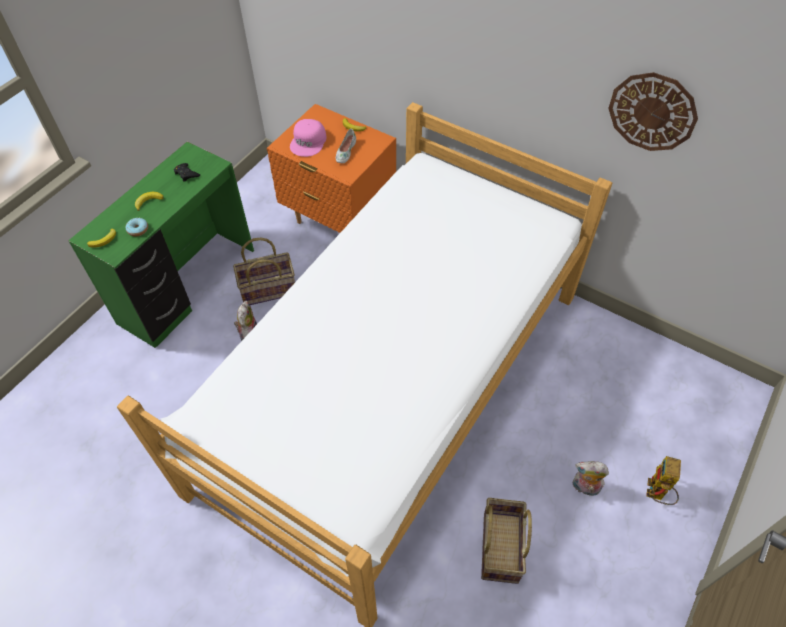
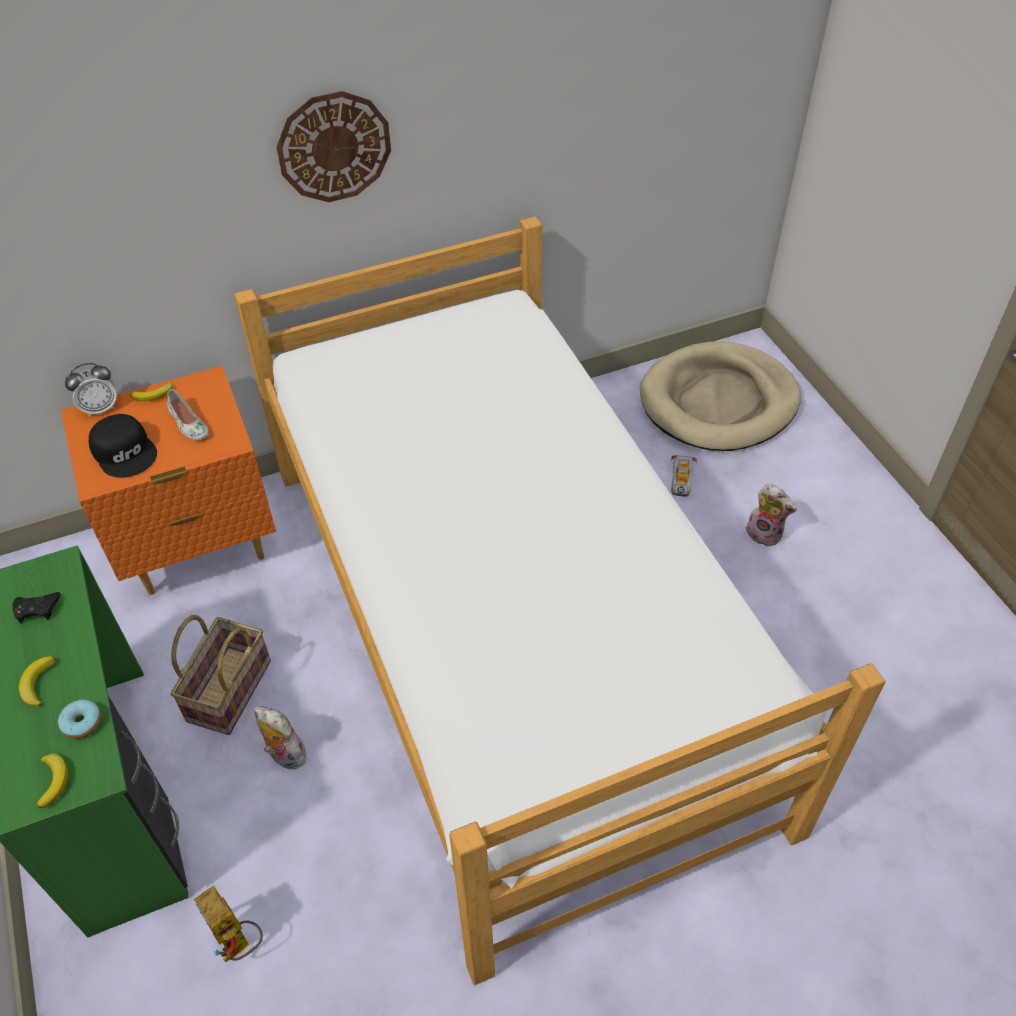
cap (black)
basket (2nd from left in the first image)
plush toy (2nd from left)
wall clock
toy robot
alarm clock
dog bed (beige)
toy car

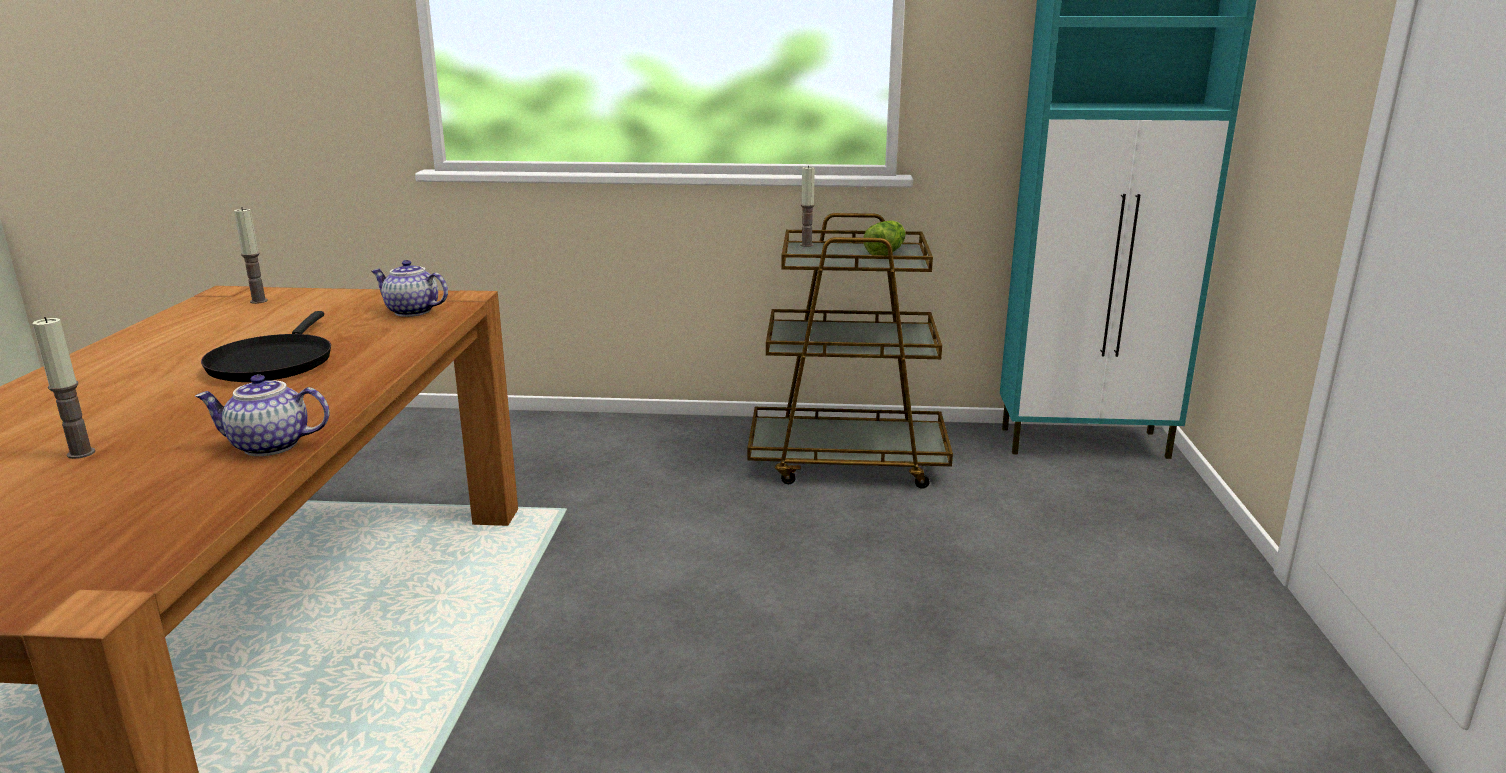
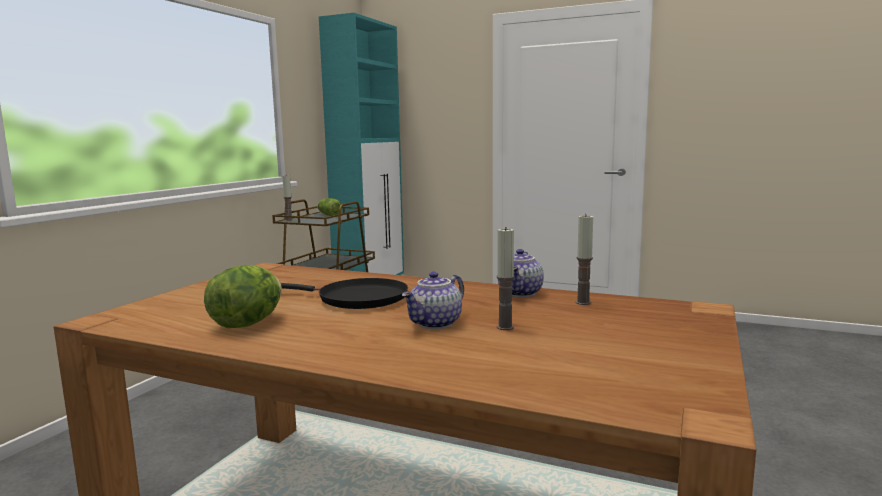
candle (3rd from left)
teapot (1st from left)
lettuce (1st from left)

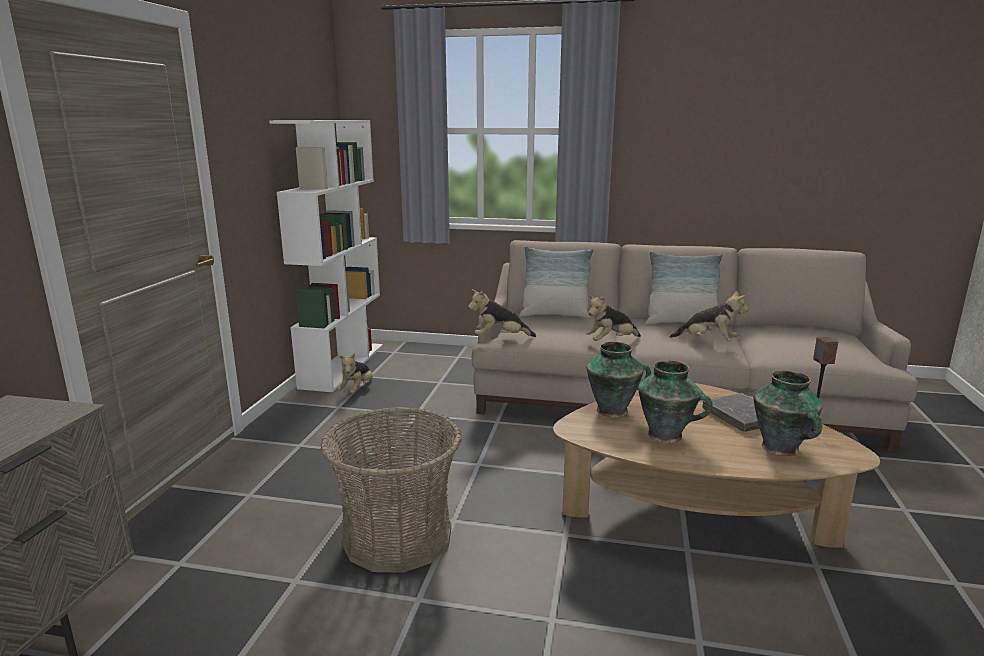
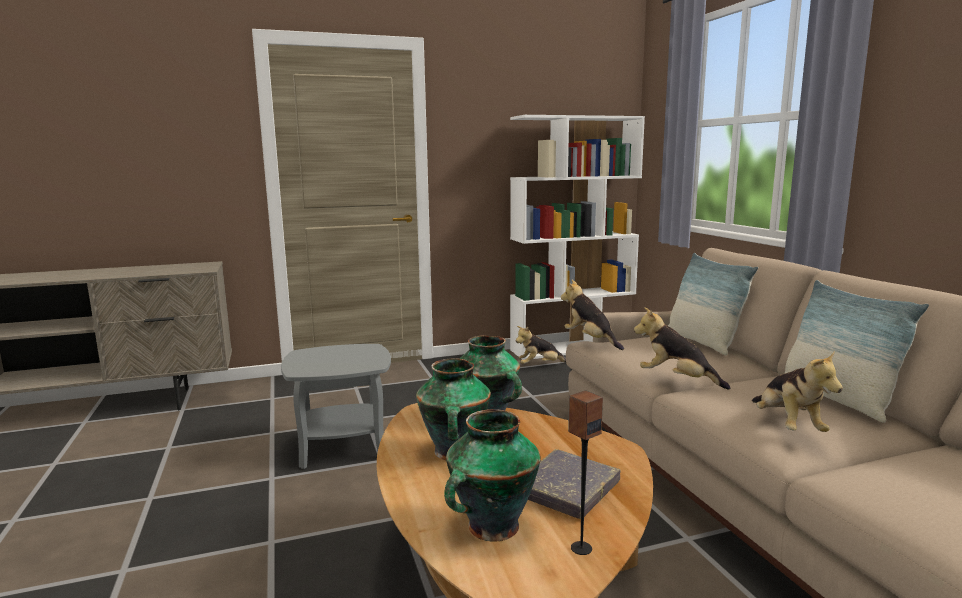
side table (grey)

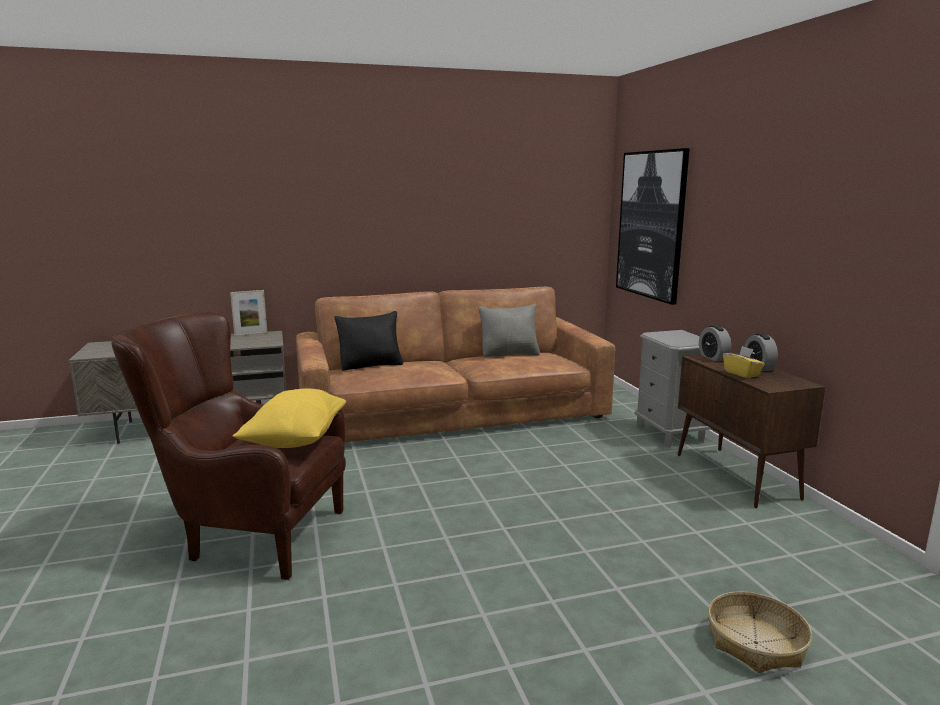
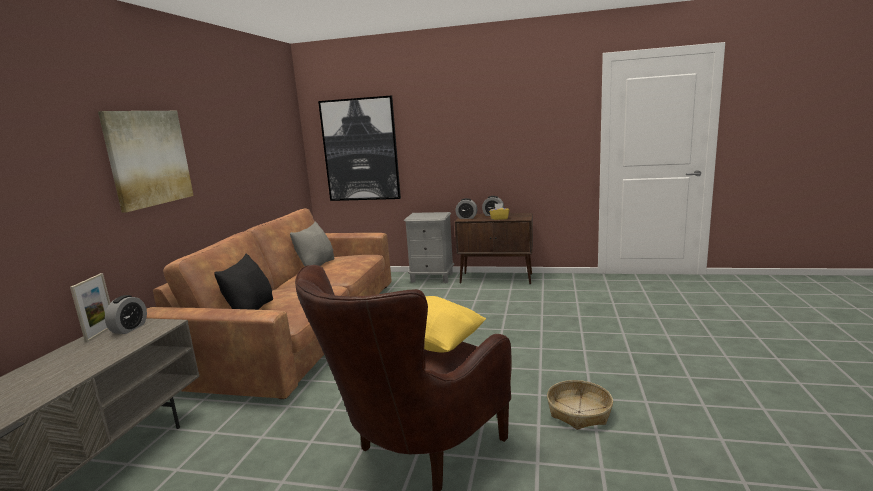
basket
picture (1st from left)
alarm clock (1st from left)

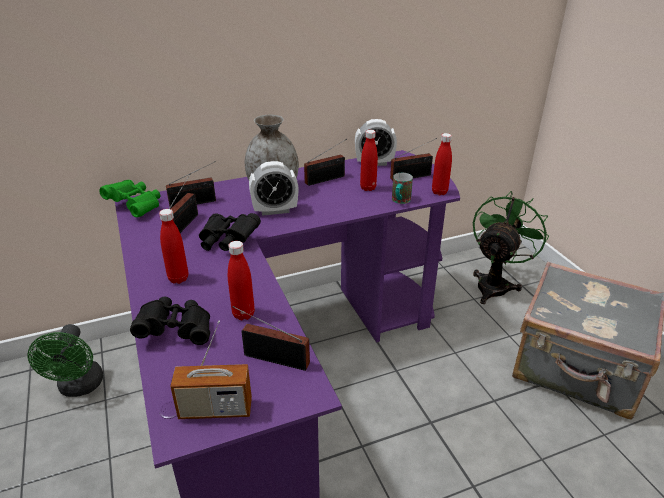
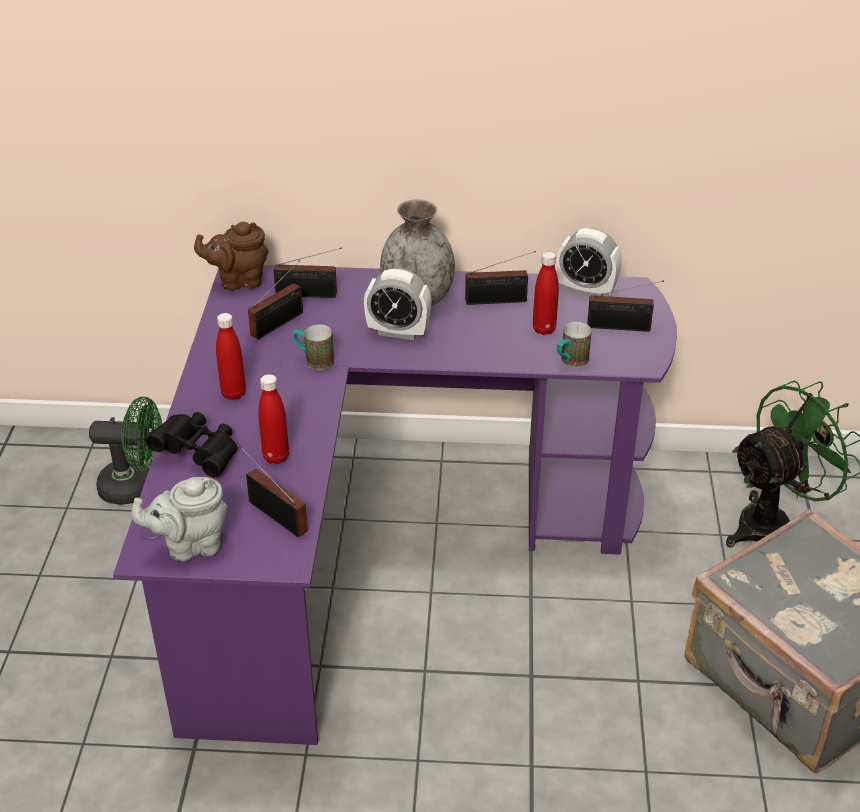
fan (green) (1st from left)
teapot (brown)
teapot (grey)
mug (1st from left)
bottle (red) (4th from left in the first image)

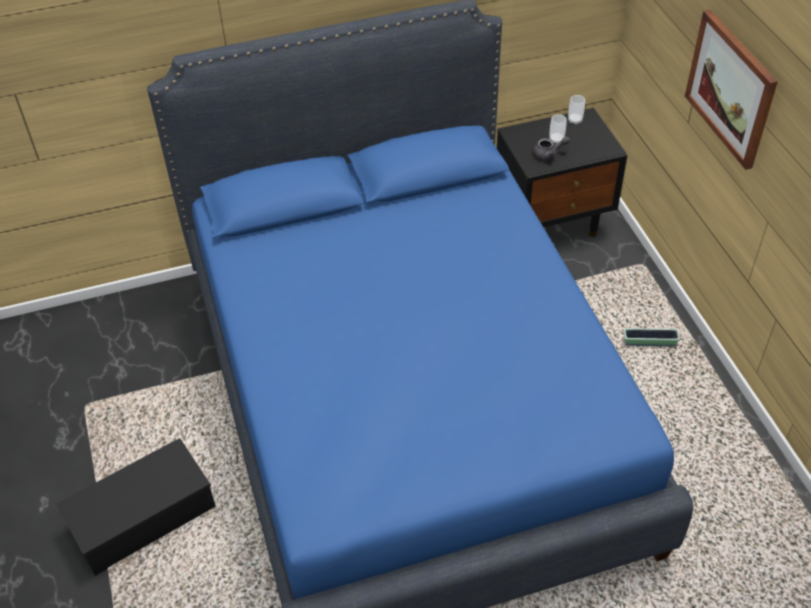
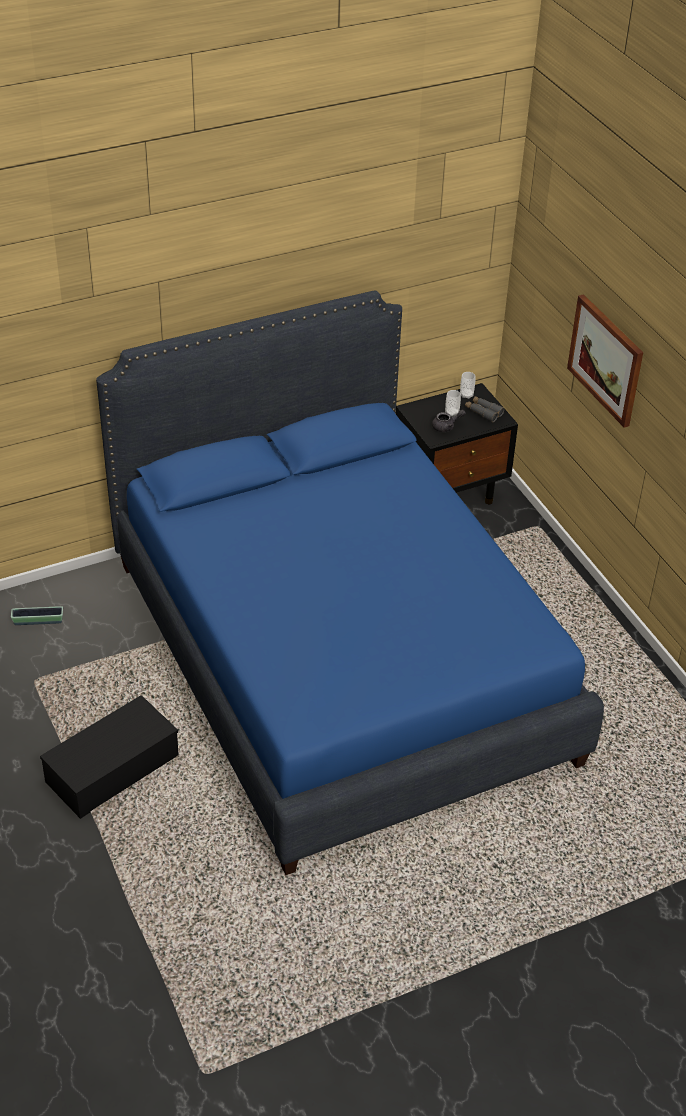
planter
binoculars (grey)

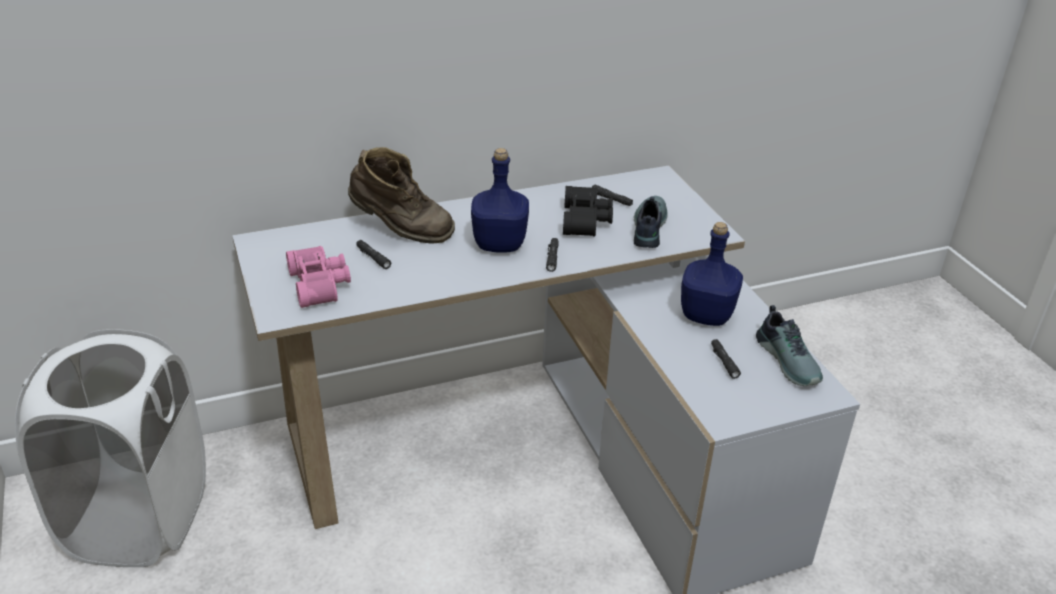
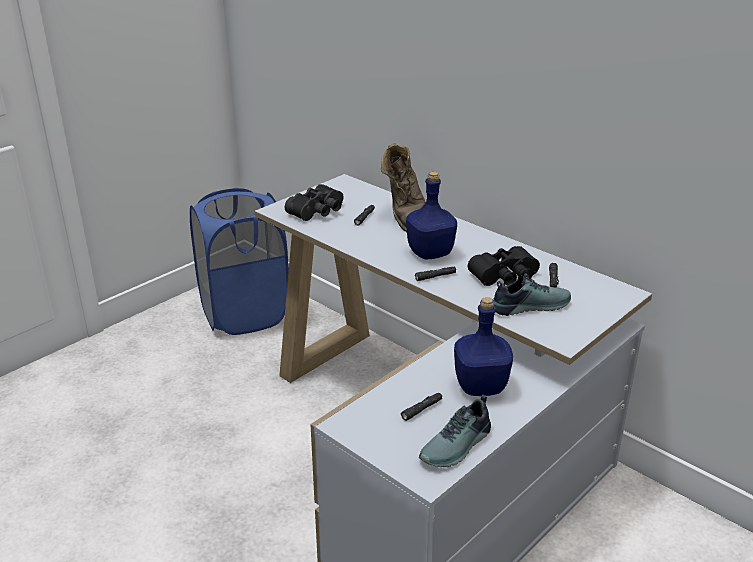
laundry basket (blue)
binoculars (black) (1st from left)

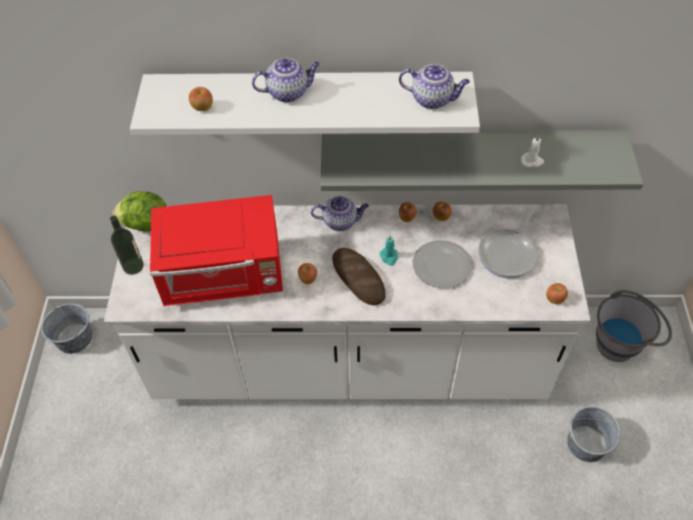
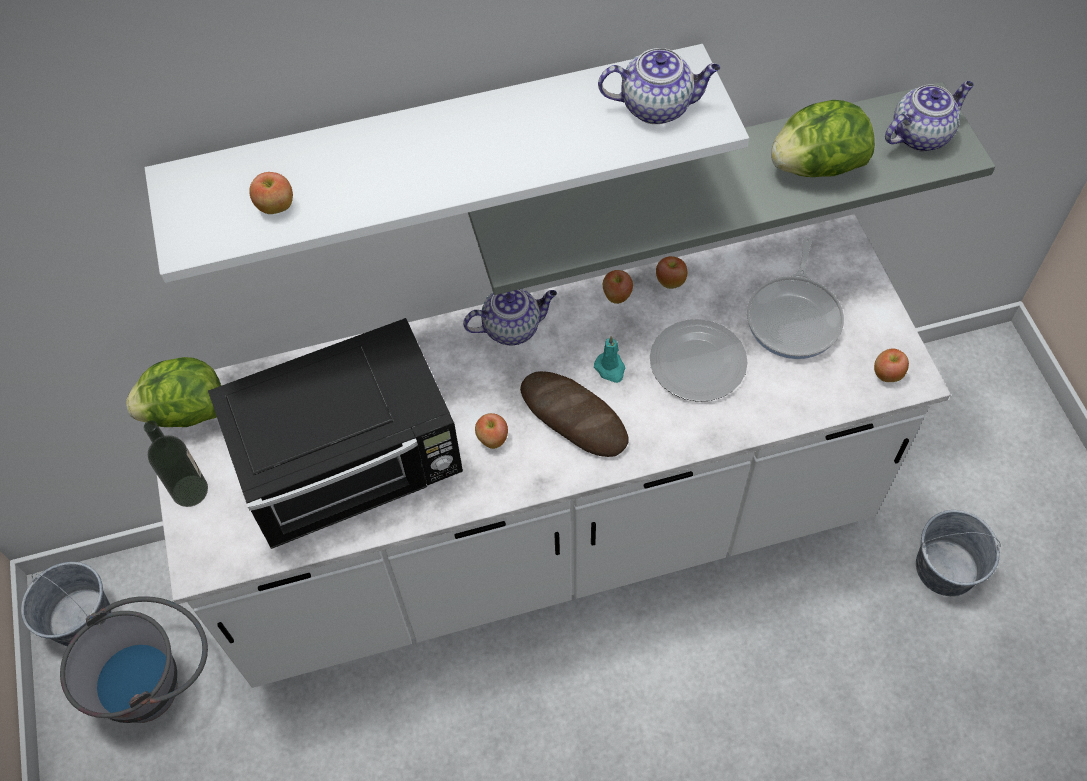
microwave (black)
teapot (3rd from left)
lettuce (2nd from left)
bucket (grey) (2nd from left)

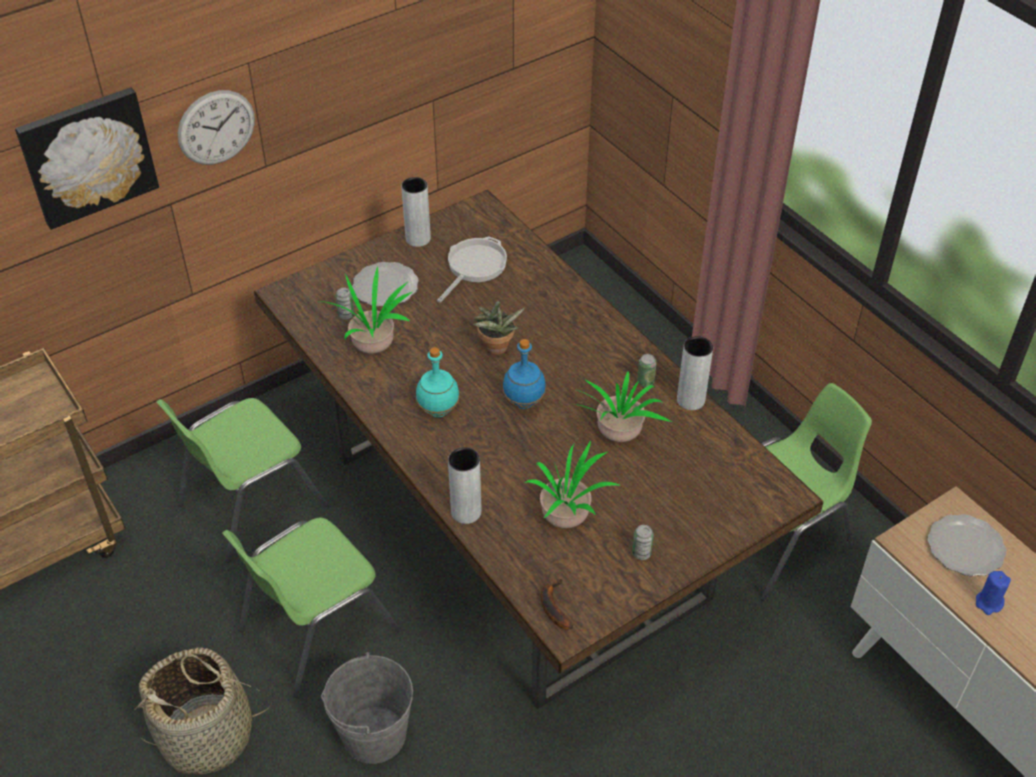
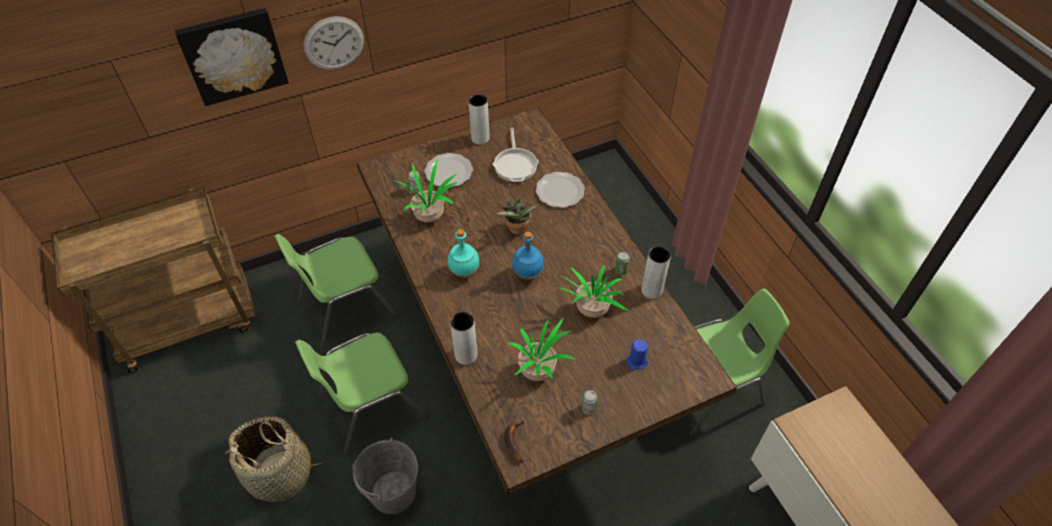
frying pan
plate (2nd from left)
candle (blue)

